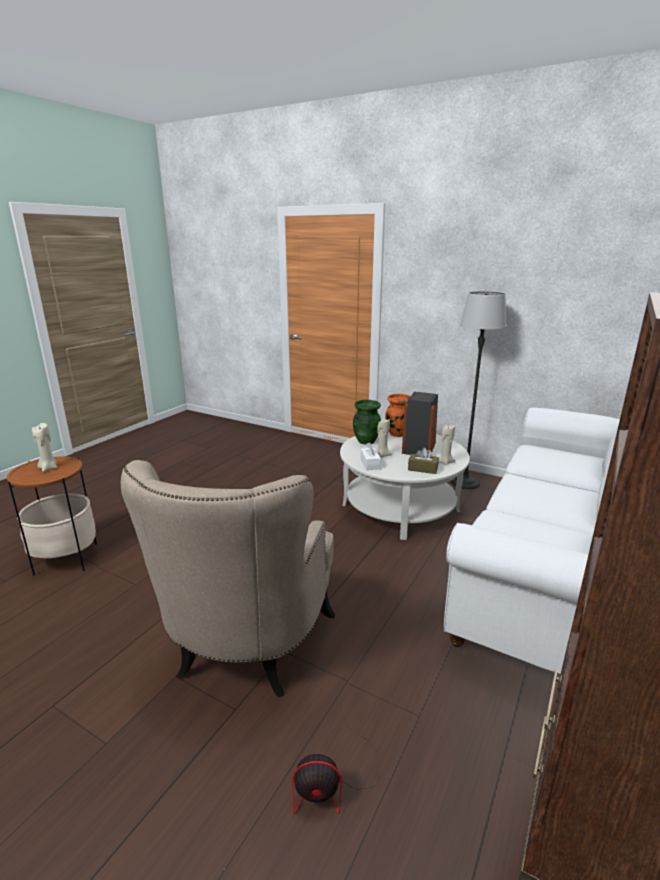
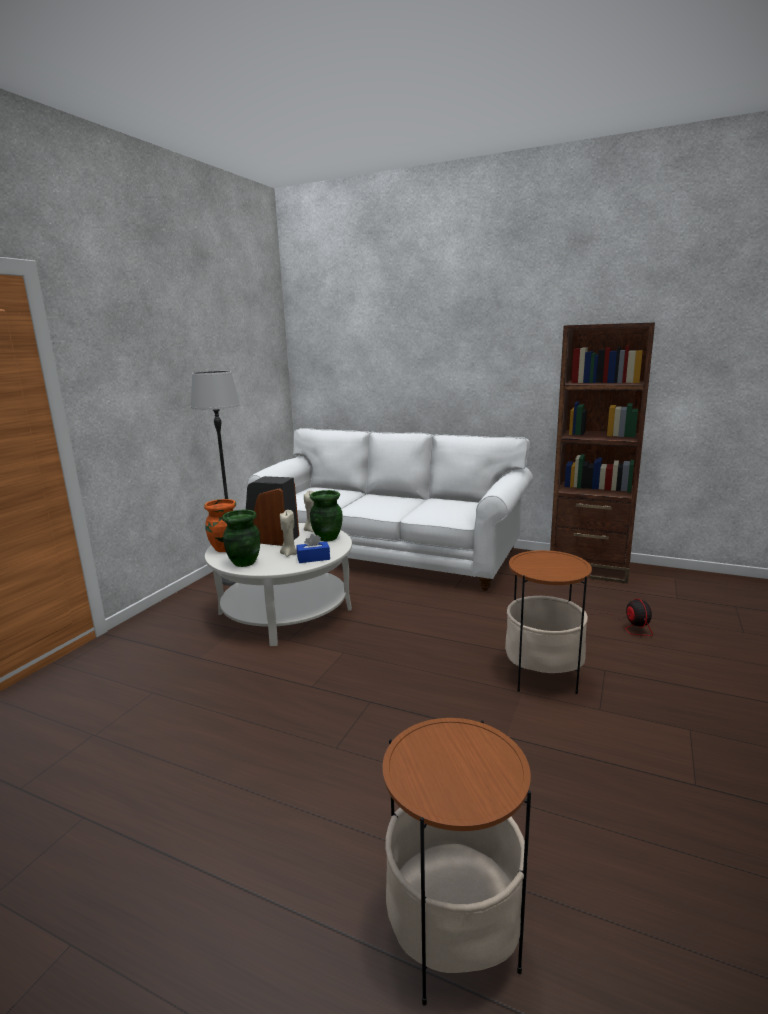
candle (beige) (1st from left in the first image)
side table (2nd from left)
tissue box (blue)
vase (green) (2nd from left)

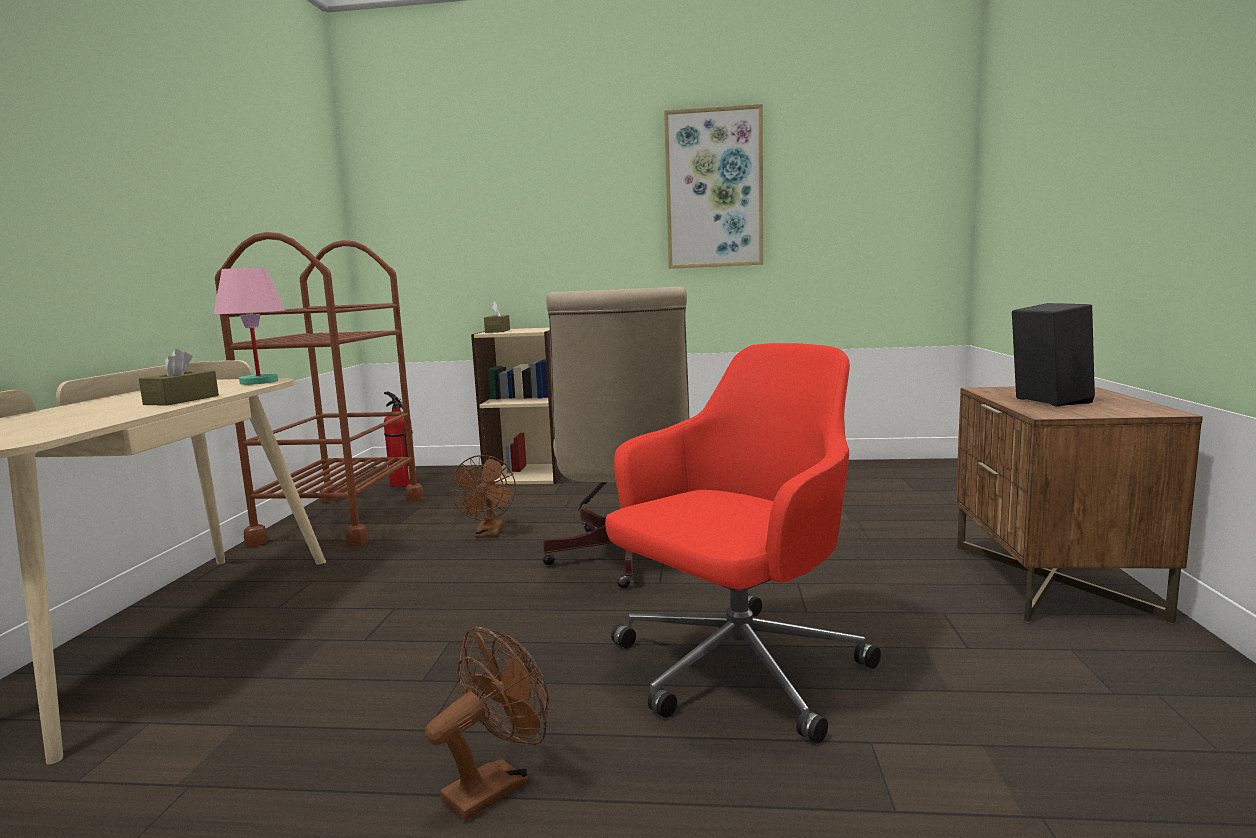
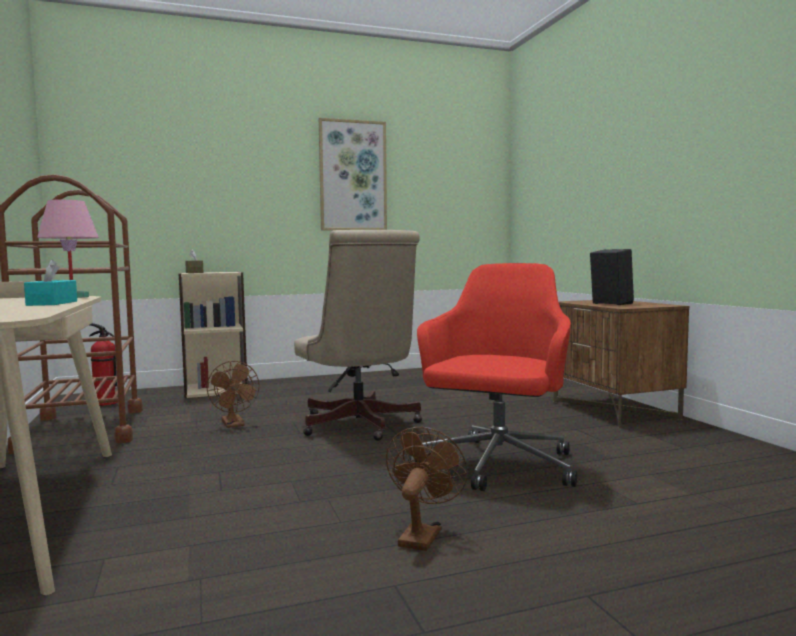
tissue box (turquoise)

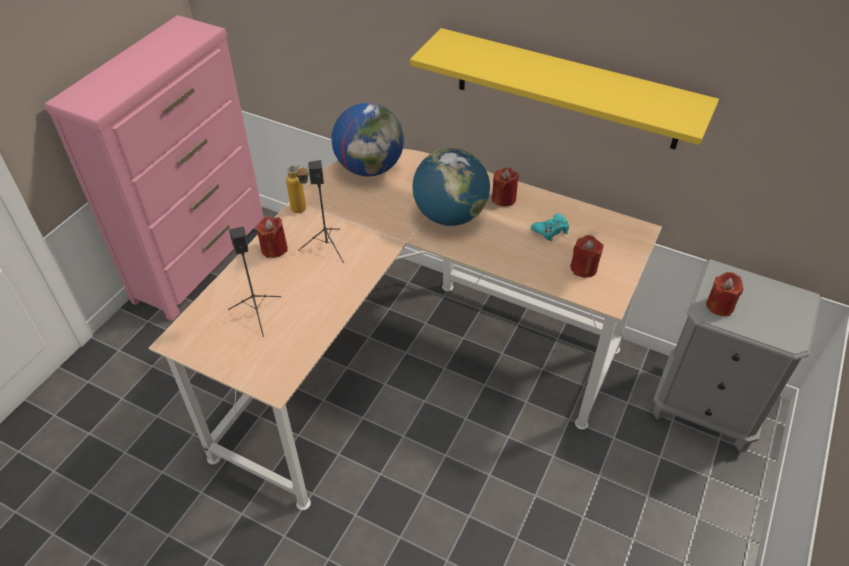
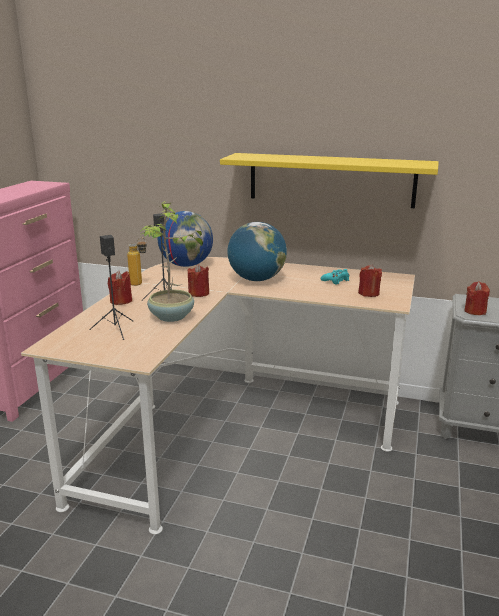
candle (red) (2nd from left)
potted plant

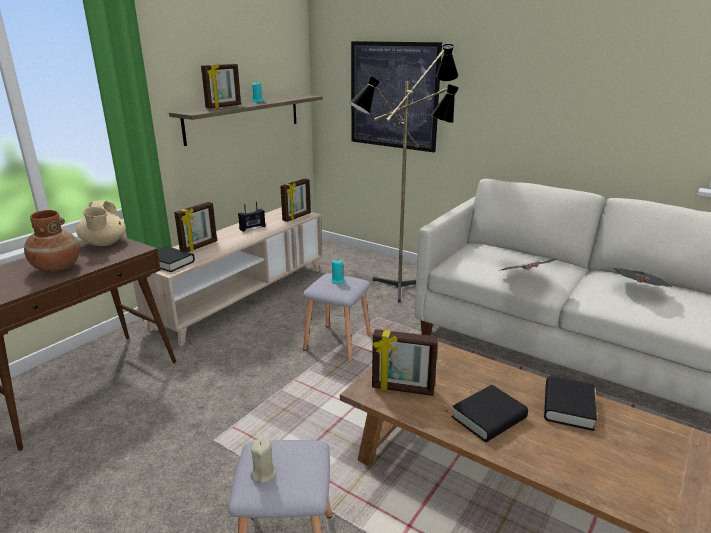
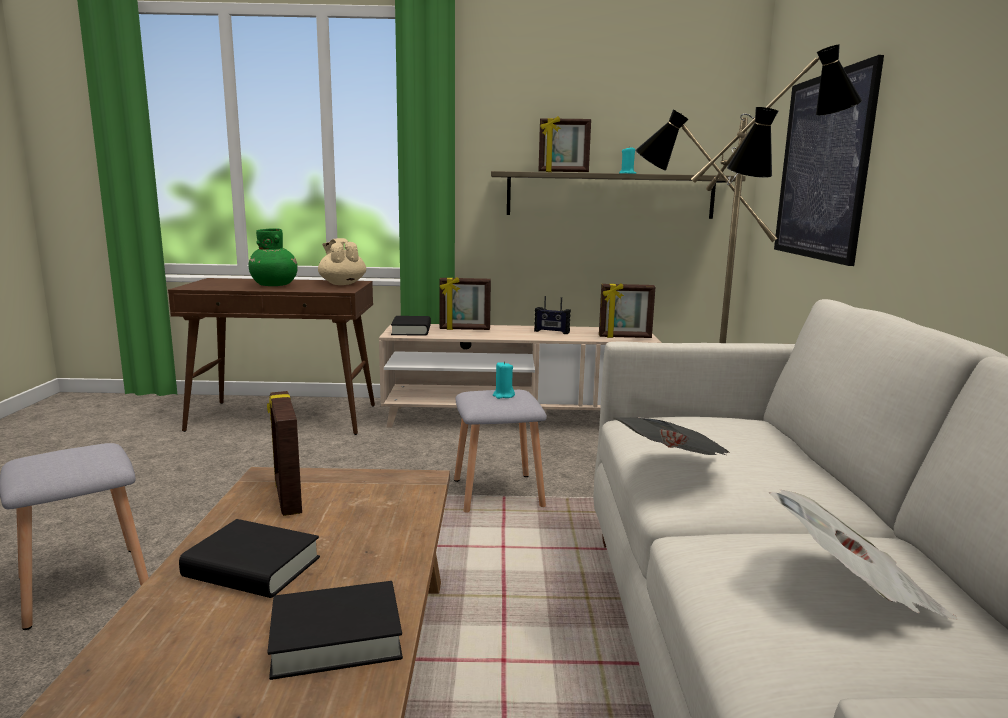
vase (green)
teapot (beige)
candle (beige)

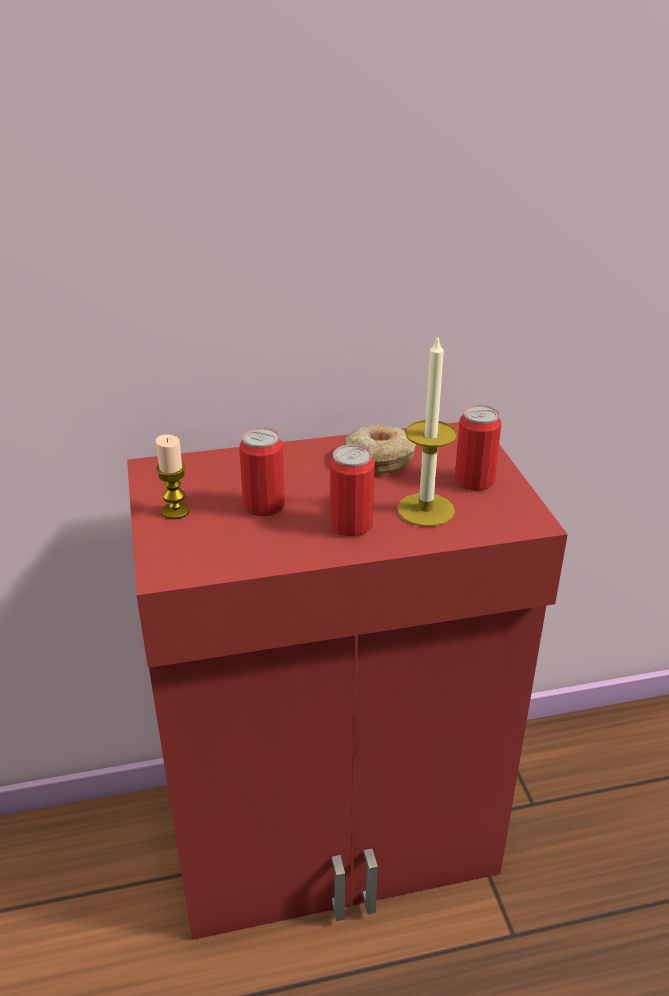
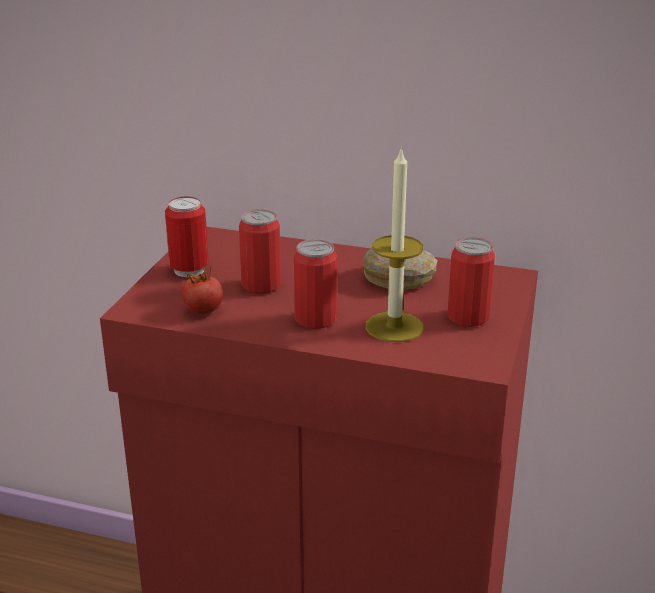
can (1st from left)
tomato

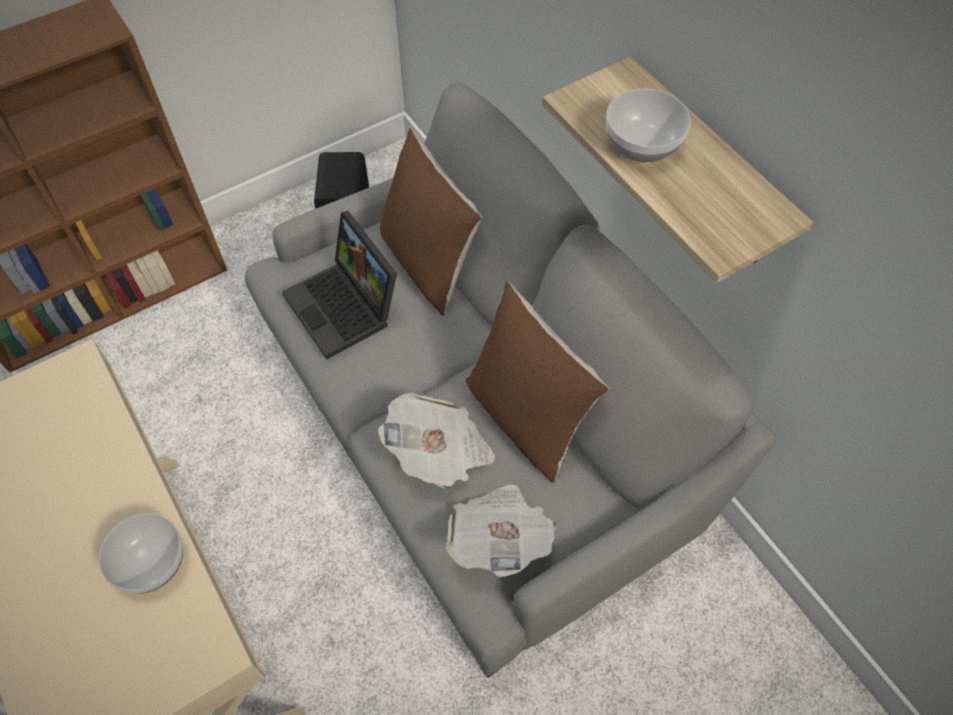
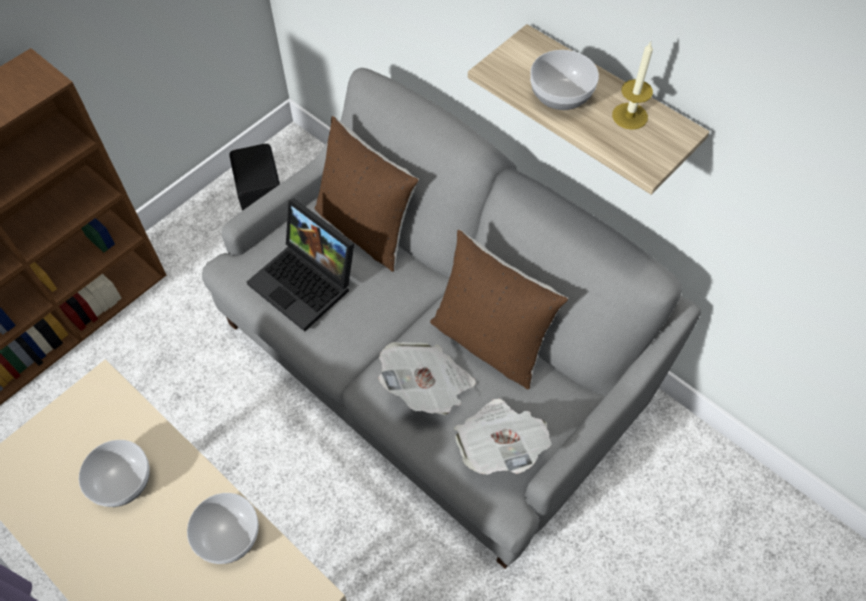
bowl (1st from left)
candle

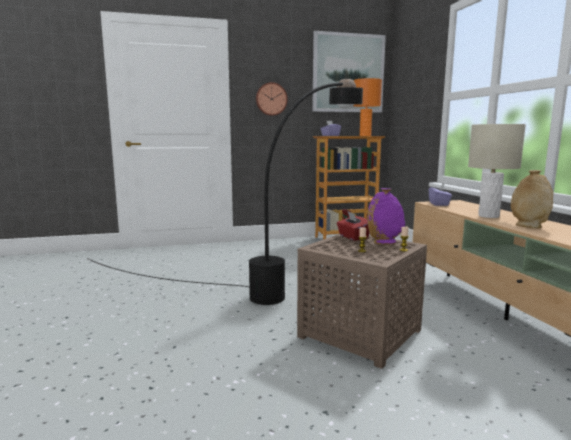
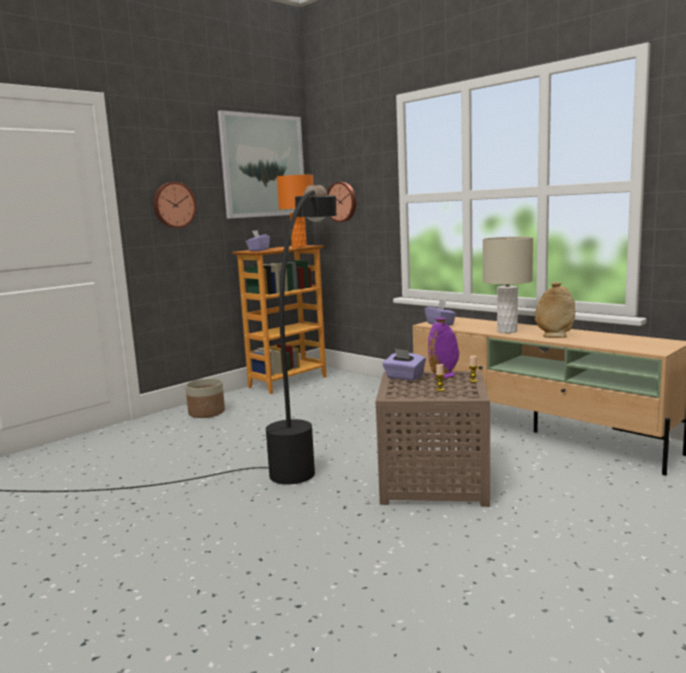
tissue box (purple) (2nd from left)
planter
wall clock (2nd from left)

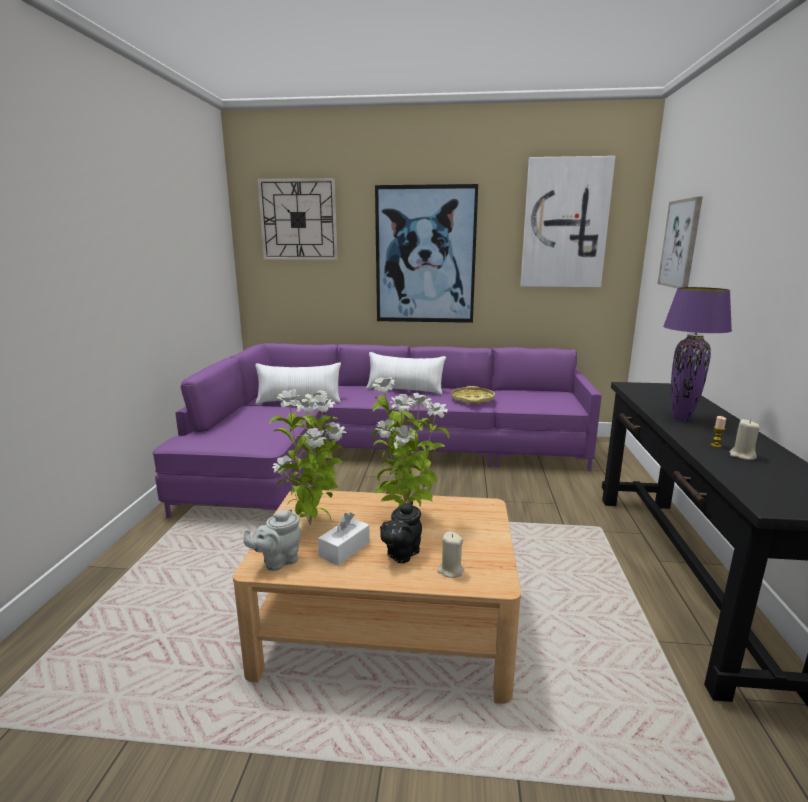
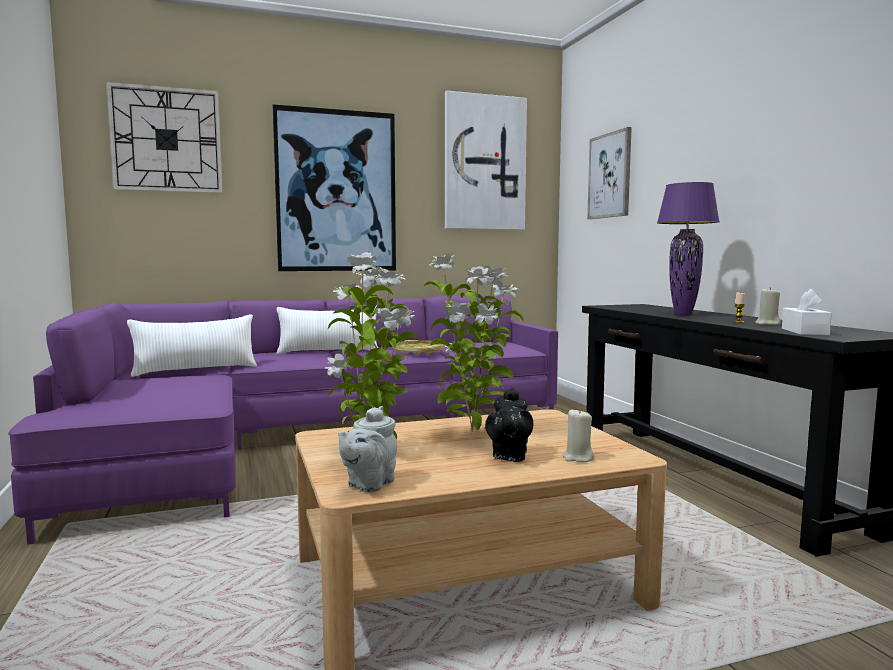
tissue box (white)

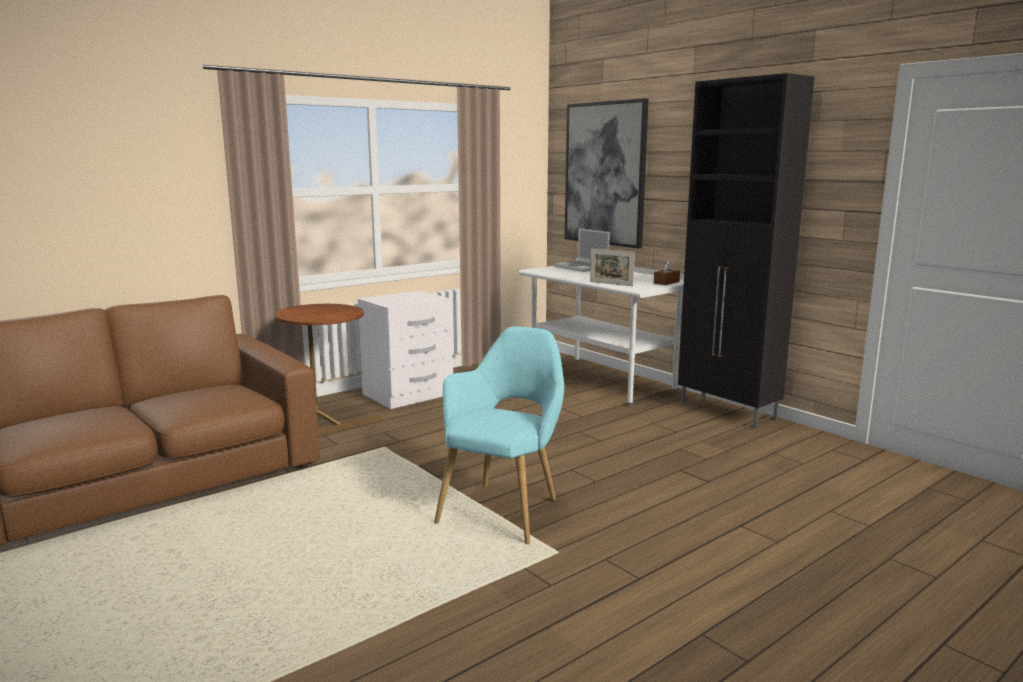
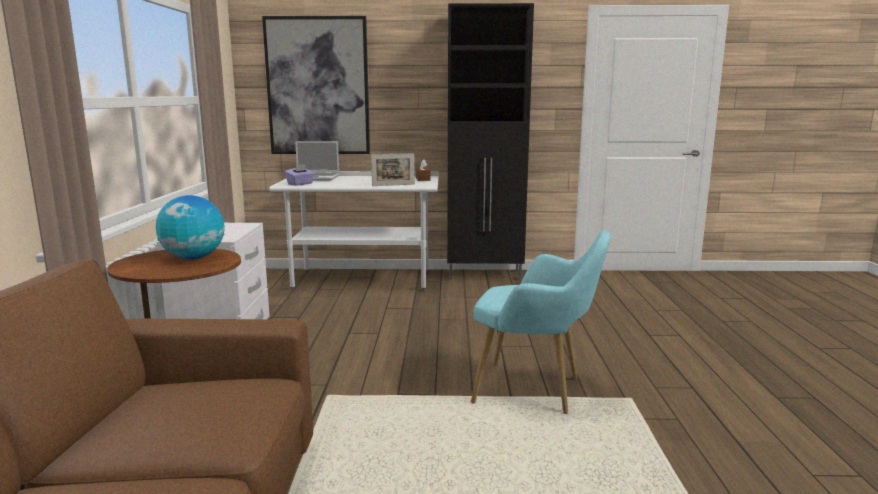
armchair (turquoise)
globe
tissue box (purple)

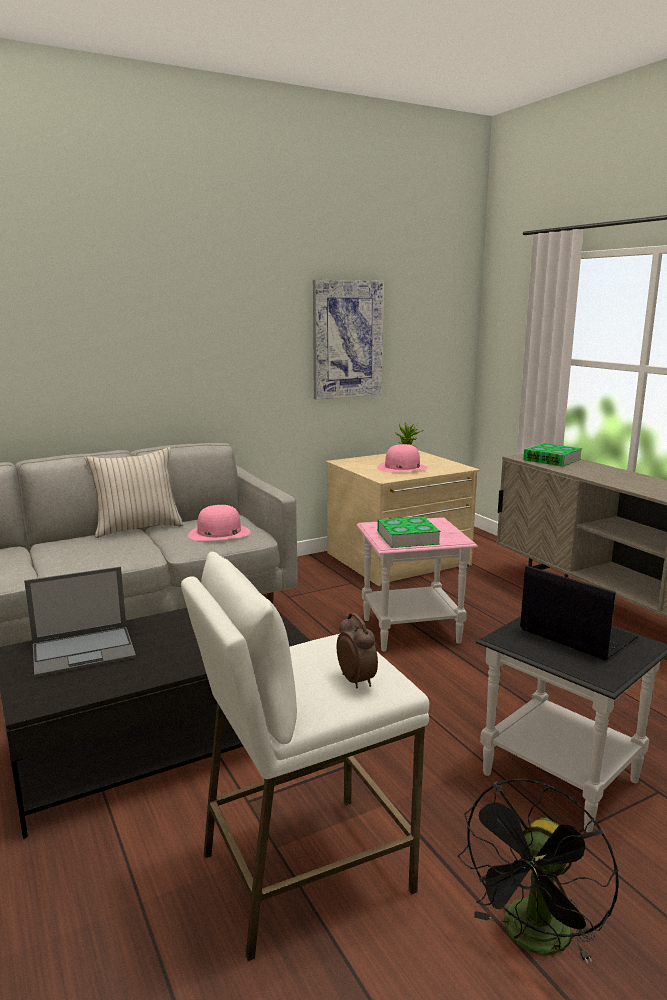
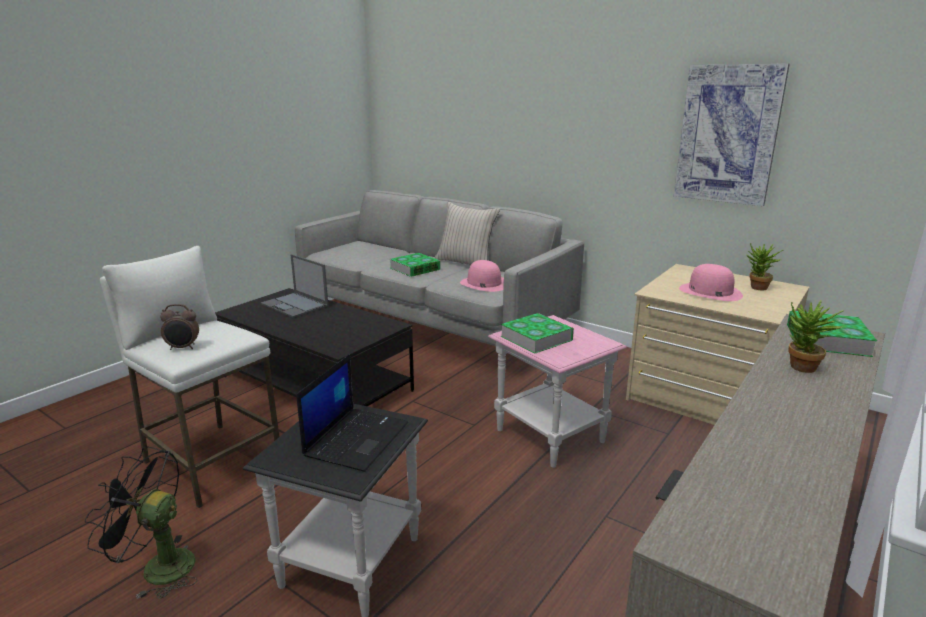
alarm clock
book (1st from left)
potted plant (2nd from left)

